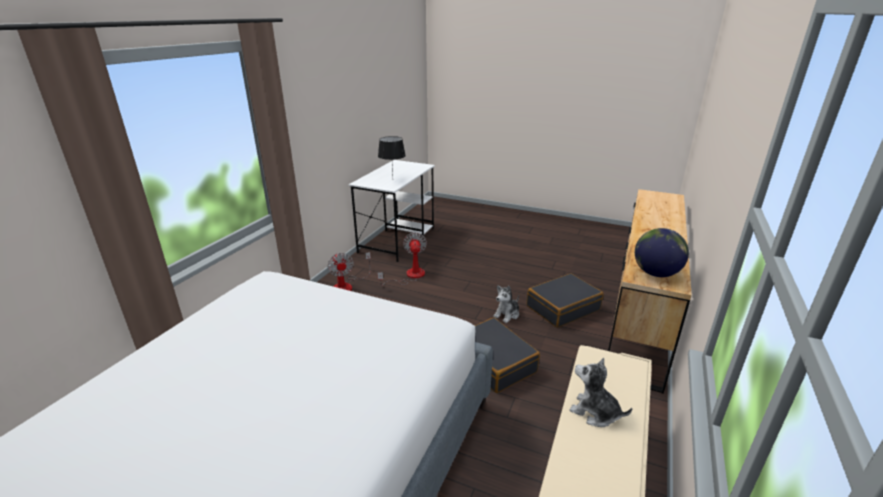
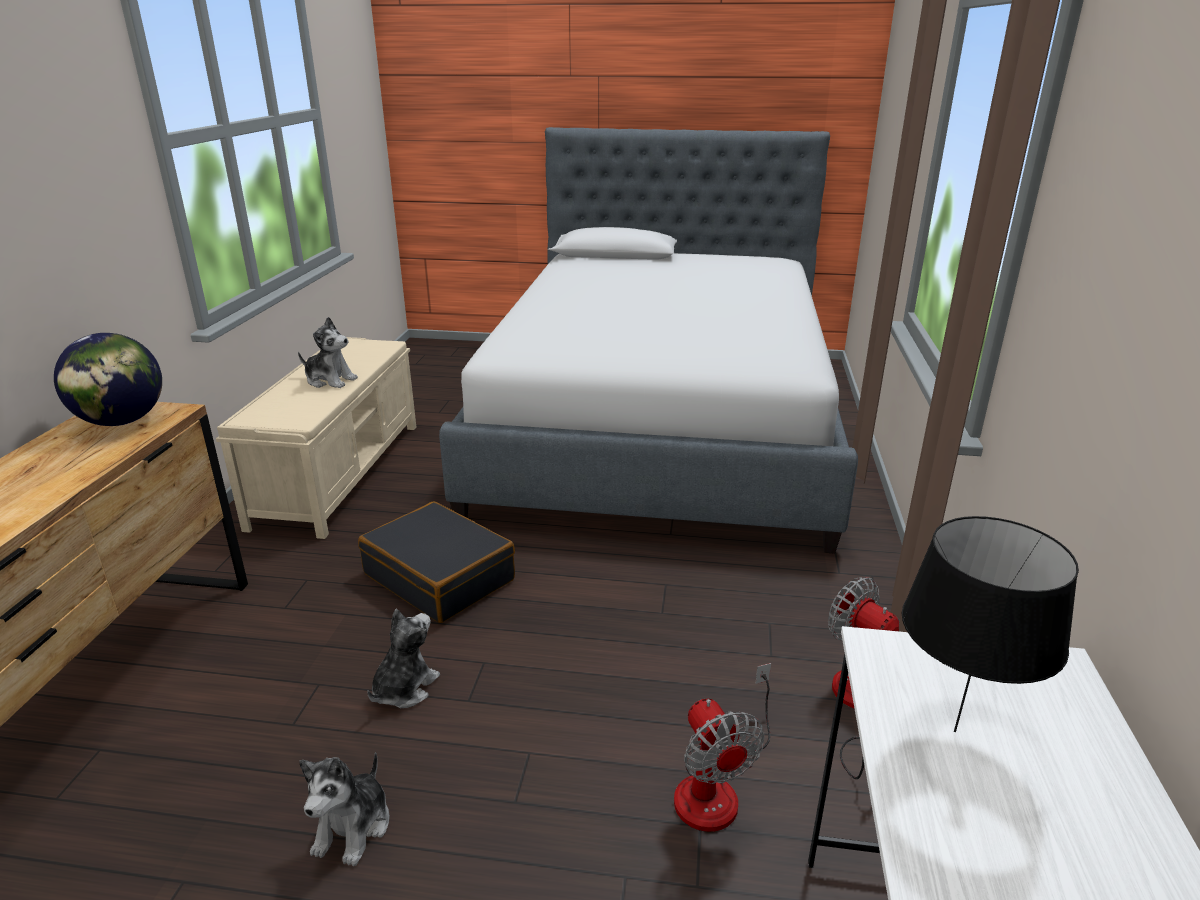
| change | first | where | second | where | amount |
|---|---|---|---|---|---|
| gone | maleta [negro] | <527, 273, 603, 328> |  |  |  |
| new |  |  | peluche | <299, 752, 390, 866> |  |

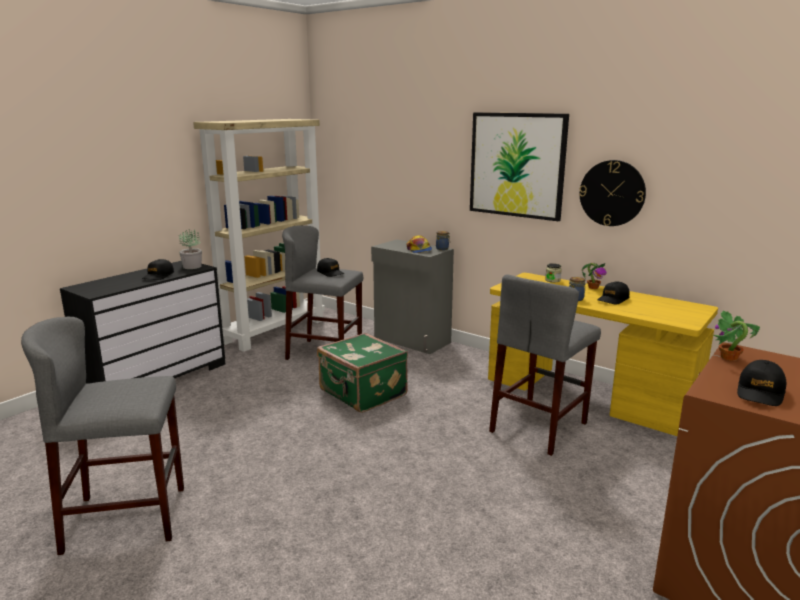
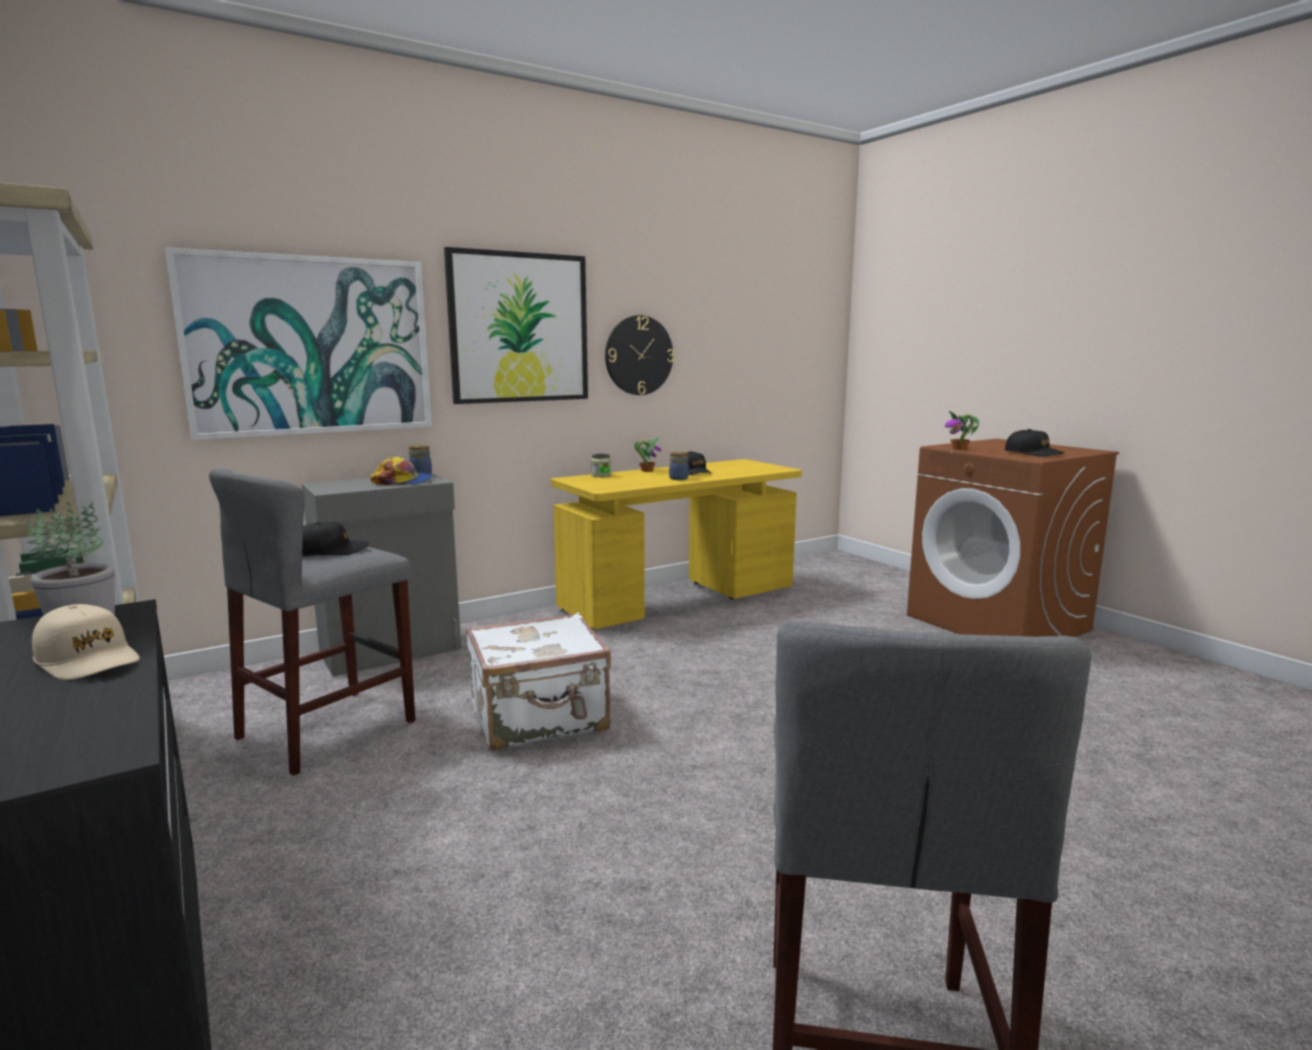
| change | first | where | second | where | amount |
|---|---|---|---|---|---|
| gone | taburete [gris] | <489, 274, 601, 456> |  |  |  |
| new |  |  | cuadro | <165, 248, 432, 440> |  |
| repainted | gorra [negro] | <142, 259, 174, 280> | gorra [beis] | <32, 604, 140, 680> |  |
| repainted | maleta [verde] | <317, 333, 408, 413> | maleta [blanco] | <466, 613, 611, 751> |  |

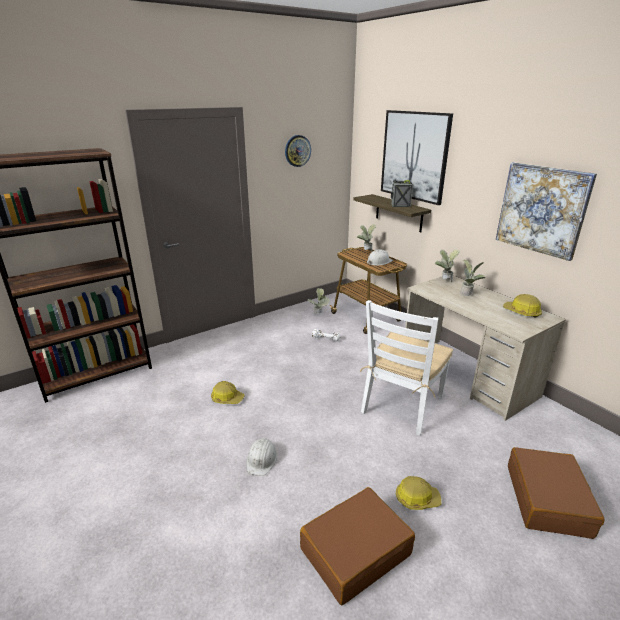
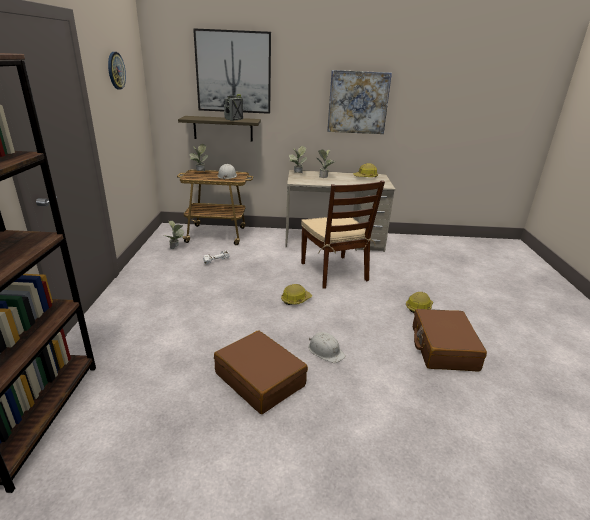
| change | first | where | second | where | amount |
|---|---|---|---|---|---|
| shifted | casco | <211, 381, 245, 404> |  | <281, 284, 312, 305> |  |
| shifted | maleta [marrón] | <508, 447, 604, 539> |  | <214, 330, 308, 414> |  |
| repainted | silla [blanco] | <360, 300, 453, 436> | silla [marrón] | <301, 180, 385, 289> |  |

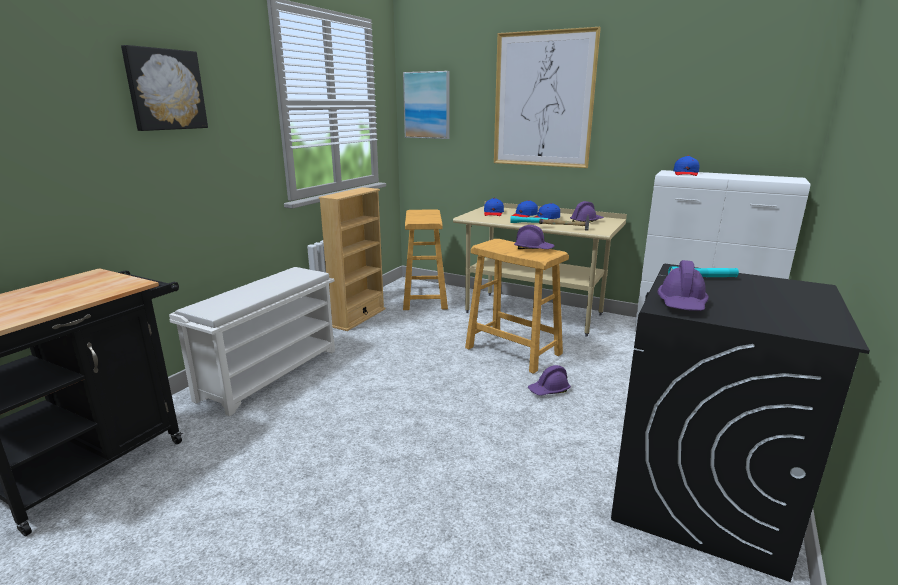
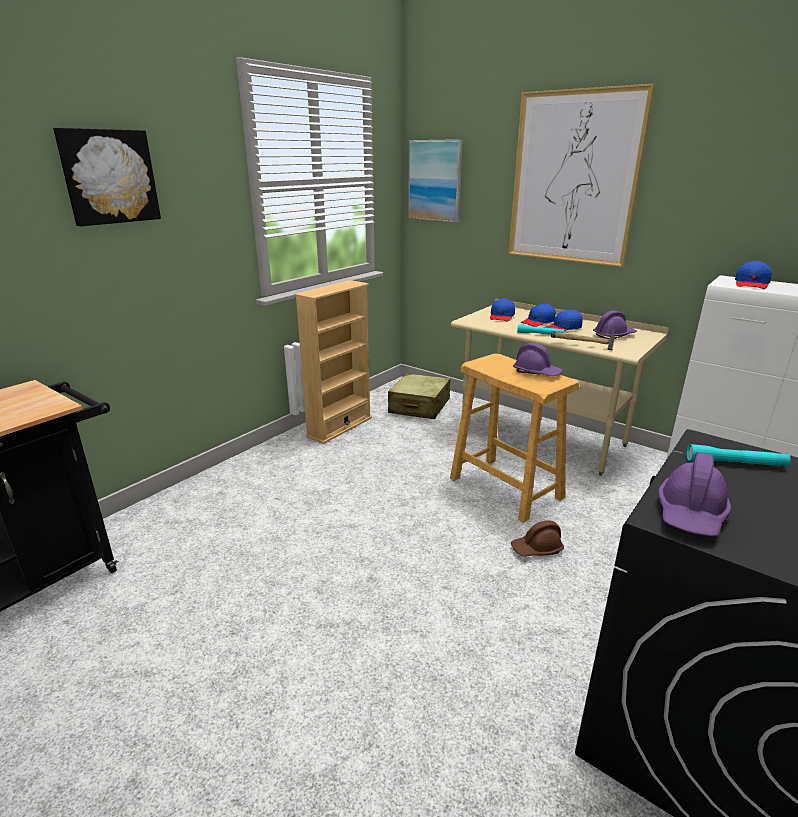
| change | first | where | second | where | amount |
|---|---|---|---|---|---|
| gone | zapatero [blanco] | <169, 267, 335, 416> |  |  |  |
| swapped | taburete [beis] | <403, 209, 448, 310> | maleta [beis] | <388, 373, 450, 419> |  |
| repainted | casco [morado] | <528, 365, 571, 396> | casco [marrón] | <511, 521, 564, 557> |  |

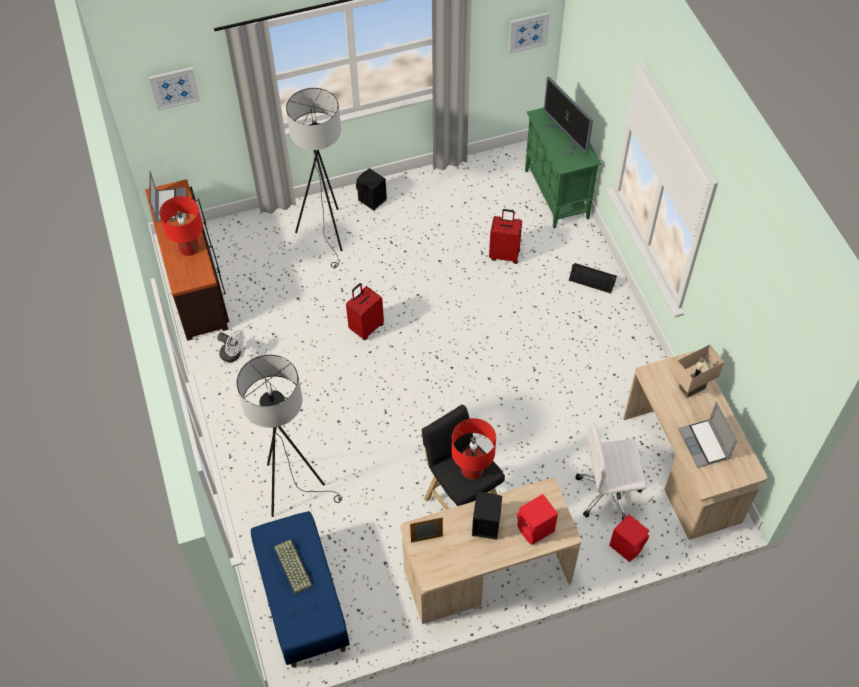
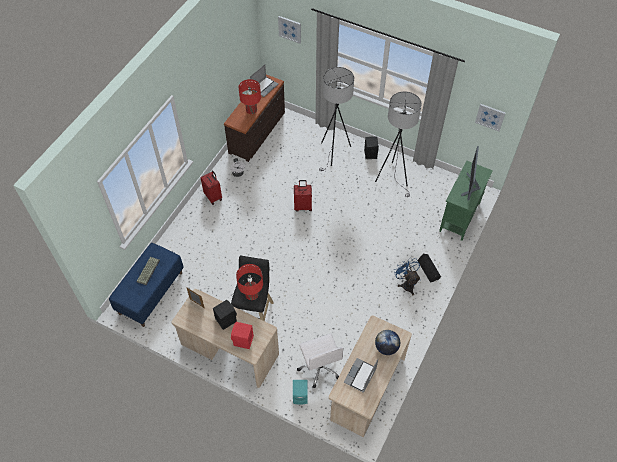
| change | first | where | second | where | amount |
|---|---|---|---|---|---|
| new |  |  | ventilador [azul] | <393, 258, 420, 295> |  |
| shifted | lámpara de pie [gris] | <236, 354, 342, 517> |  | <375, 91, 422, 197> |  |
| shifted | maleta [rojo] | <489, 209, 522, 264> |  | <200, 170, 222, 205> |  |
| swapped | lámpara de mesa [beis] | <674, 345, 724, 398> | globo terráqueo | <375, 330, 400, 355> |  |
| repainted | altavoz [rojo] | <609, 514, 649, 562> | altavoz [turquesa] | <293, 380, 308, 405> |  |
| rotated | silla de oficina [blanco] | <575, 421, 647, 520> |  | <297, 333, 344, 388> | 150 degrees counterclockwise |

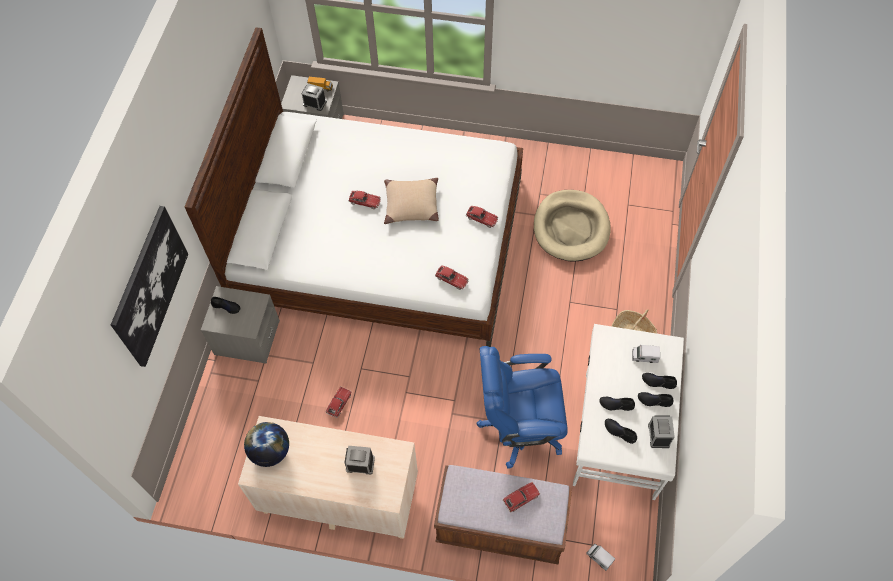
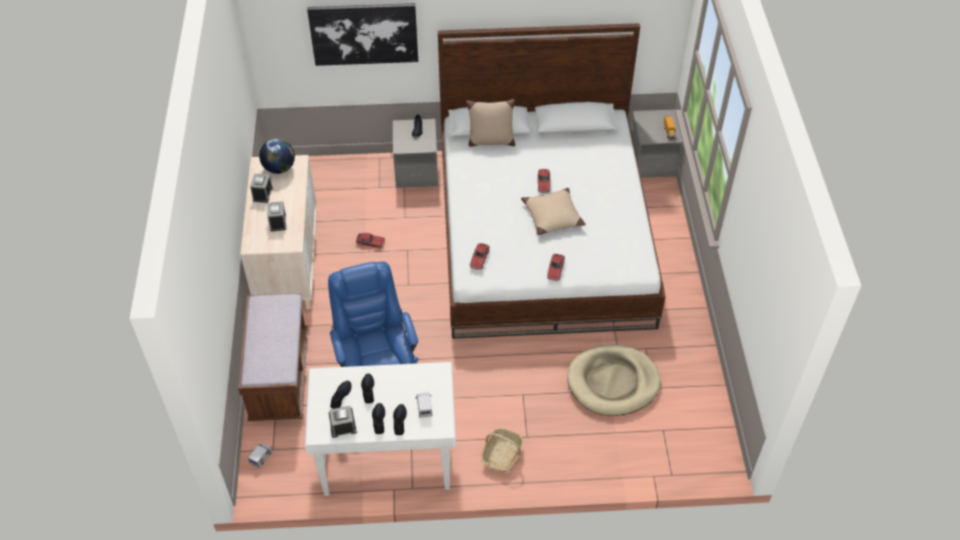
| change | first | where | second | where | amount |
|---|---|---|---|---|---|
| gone | coche de juguete | <502, 482, 540, 512> |  |  |  |
| new |  |  | cojín [beis] | <466, 99, 515, 147> |  |
| shifted | despertador | <301, 83, 327, 111> |  | <250, 174, 273, 203> |  |

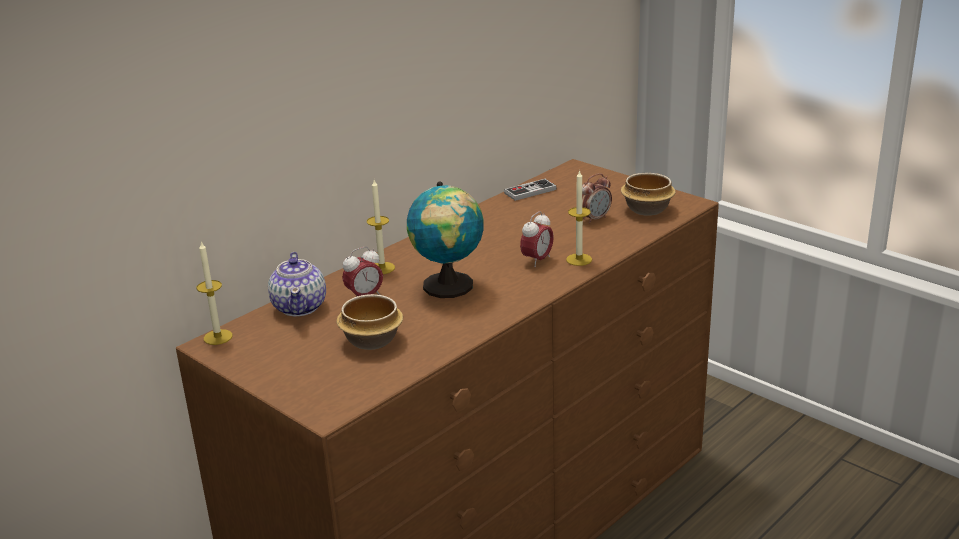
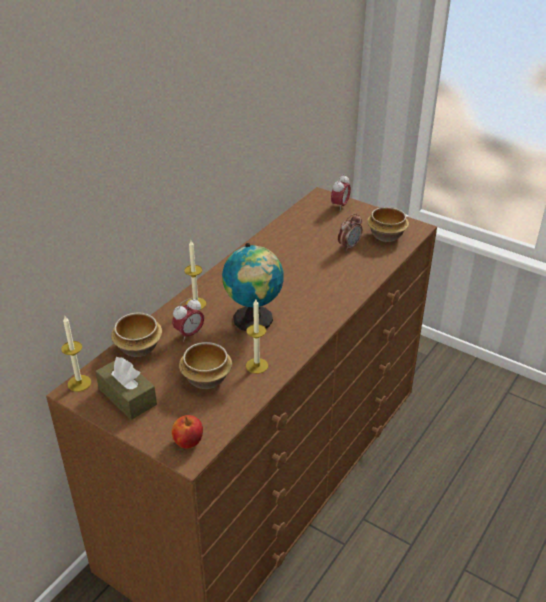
| change | first | where | second | where | amount |
|---|---|---|---|---|---|
| gone | mando de consola | <504, 179, 557, 201> |  |  |  |
| new |  |  | caja de pañuelos [marrón] | <95, 357, 157, 420> |  |
| new |  |  | manzana | <172, 415, 203, 448> |  |
| shifted | despertador | <520, 211, 554, 267> |  | <331, 174, 351, 211> |  |
| shifted | vela | <566, 170, 592, 266> |  | <246, 299, 268, 374> |  |
| swapped | tetera | <268, 252, 326, 316> | cuenco | <111, 312, 162, 357> |  |

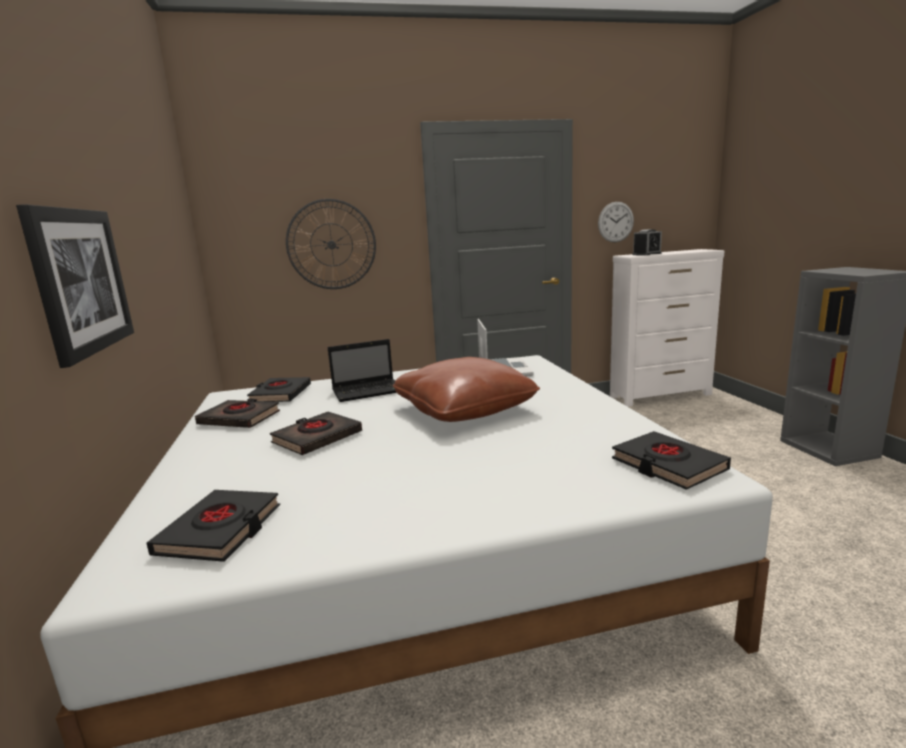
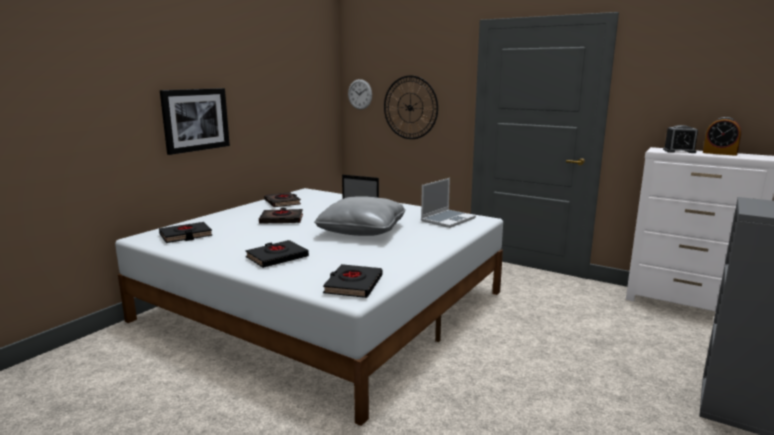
| change | first | where | second | where | amount |
|---|---|---|---|---|---|
| new |  |  | despertador | <703, 117, 741, 156> |  |
| shifted | libro [negro] | <247, 377, 311, 402> |  | <245, 240, 309, 268> |  |
| shifted | reloj de pared | <598, 202, 634, 242> |  | <348, 79, 372, 110> |  |
| repainted | cojín [marrón] | <393, 357, 540, 422> | cojín [gris] | <314, 196, 406, 236> |  |

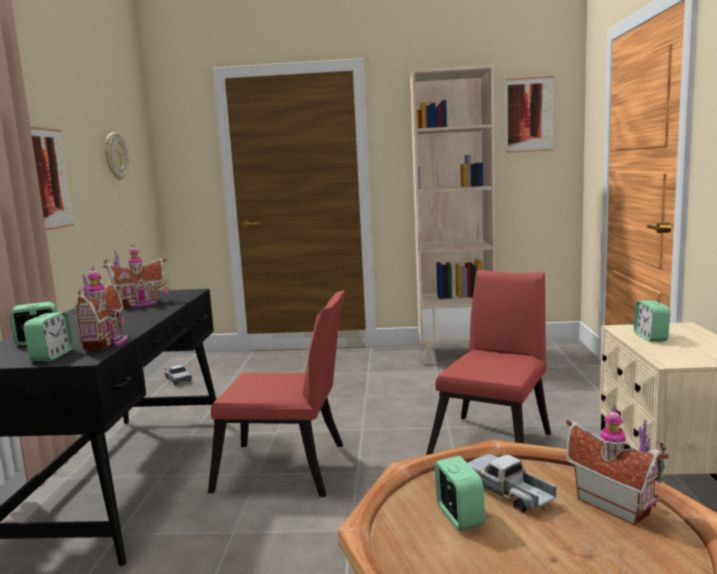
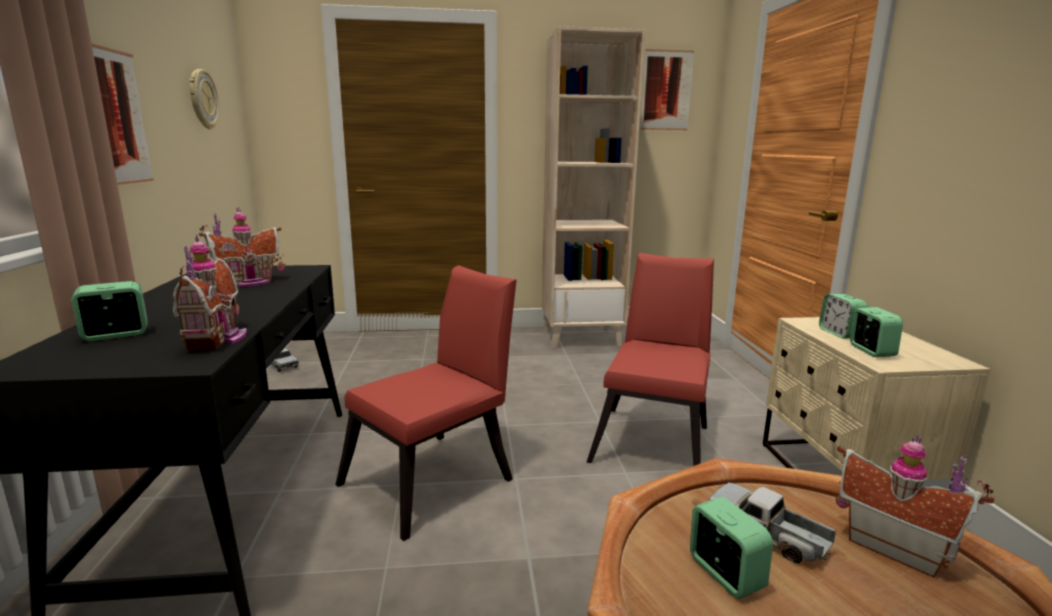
| change | first | where | second | where | amount |
|---|---|---|---|---|---|
| shifted | despertador | <23, 312, 73, 361> |  | <850, 307, 903, 357> |  |
| rotated | silla [rojo] | <208, 291, 344, 497> |  | <335, 266, 517, 541> | 45 degrees counterclockwise |

